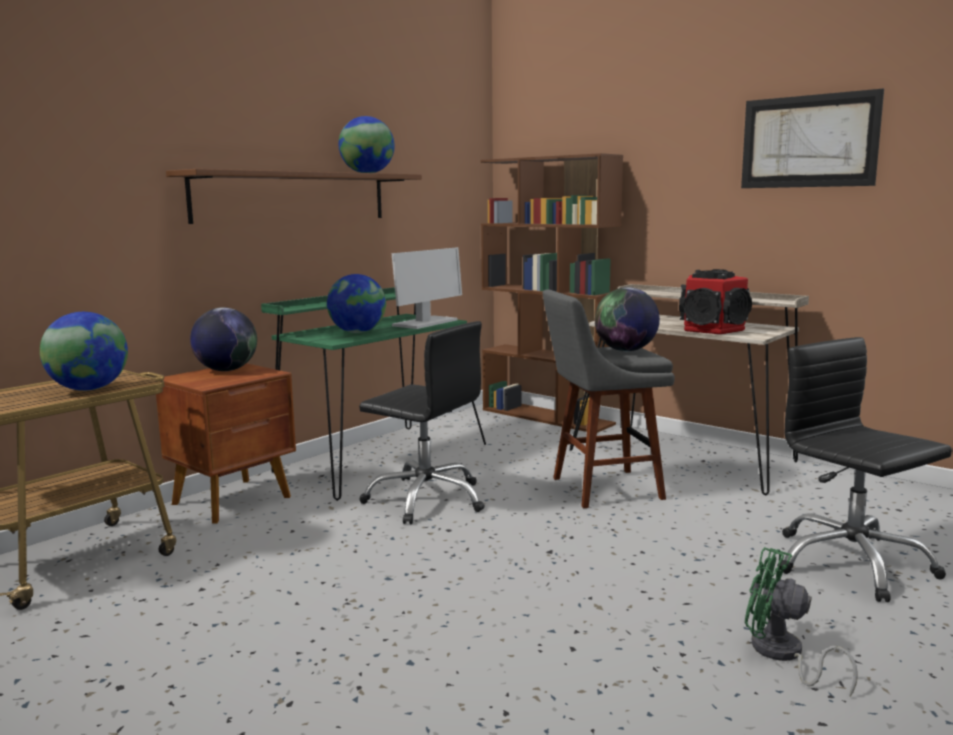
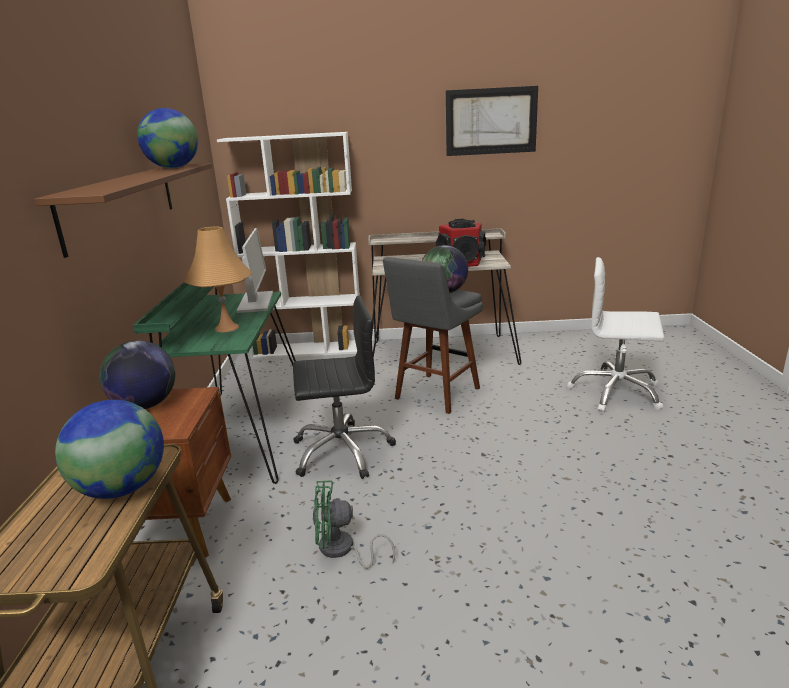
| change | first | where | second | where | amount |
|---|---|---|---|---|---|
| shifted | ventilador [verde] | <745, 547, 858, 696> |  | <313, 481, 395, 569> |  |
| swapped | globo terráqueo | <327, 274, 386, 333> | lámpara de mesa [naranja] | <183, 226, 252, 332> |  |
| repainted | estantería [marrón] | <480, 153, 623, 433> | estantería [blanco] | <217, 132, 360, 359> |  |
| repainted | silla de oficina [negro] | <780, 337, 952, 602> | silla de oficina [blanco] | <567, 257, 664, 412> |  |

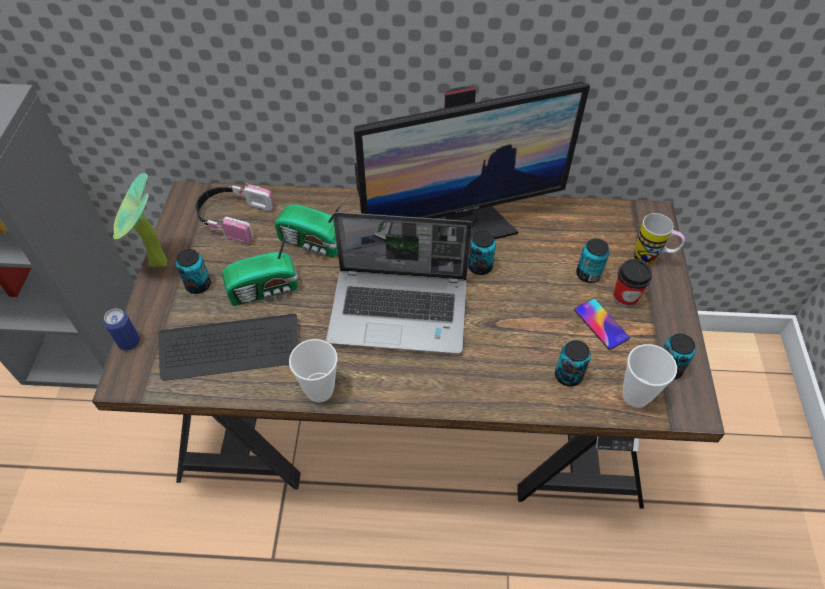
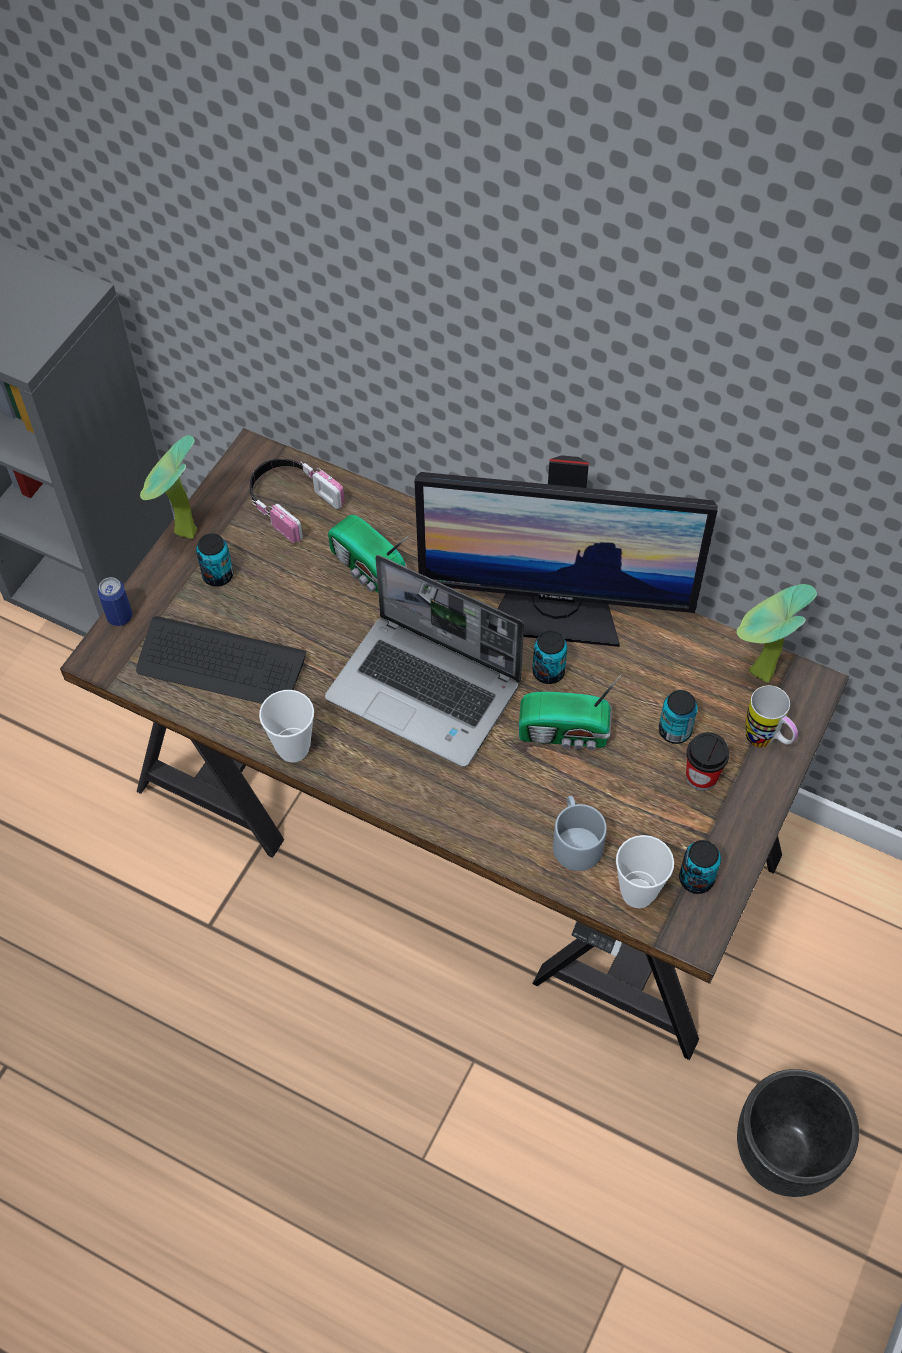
| change | first | where | second | where | amount |
|---|---|---|---|---|---|
| gone | móvil | <574, 299, 630, 350> |  |  |  |
| new |  |  | planta en maceta | <737, 584, 817, 683> |  |
| new |  |  | maceta [negro] | <737, 1069, 859, 1197> |  |
| shifted | radio | <222, 225, 298, 306> |  | <519, 674, 622, 751> |  |
| swapped | lata | <555, 340, 591, 387> | taza grande [gris] | <553, 795, 607, 871> |  |

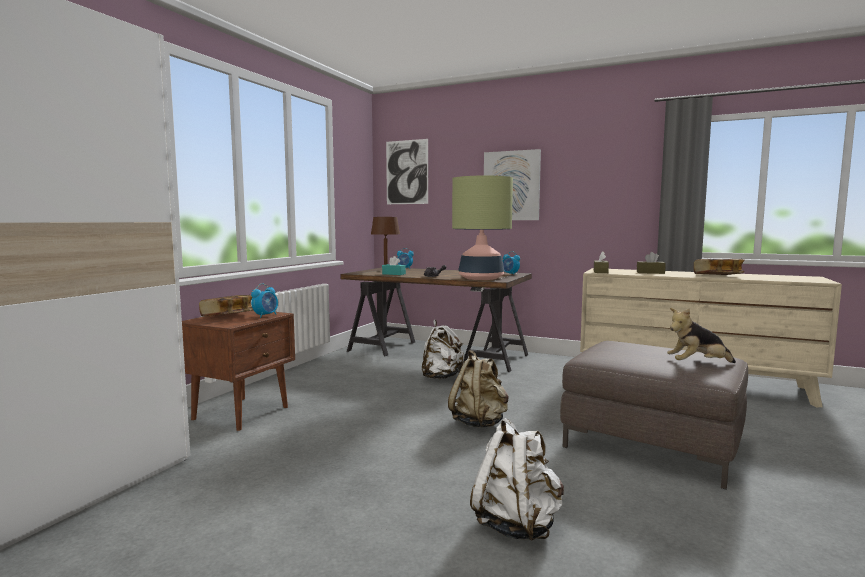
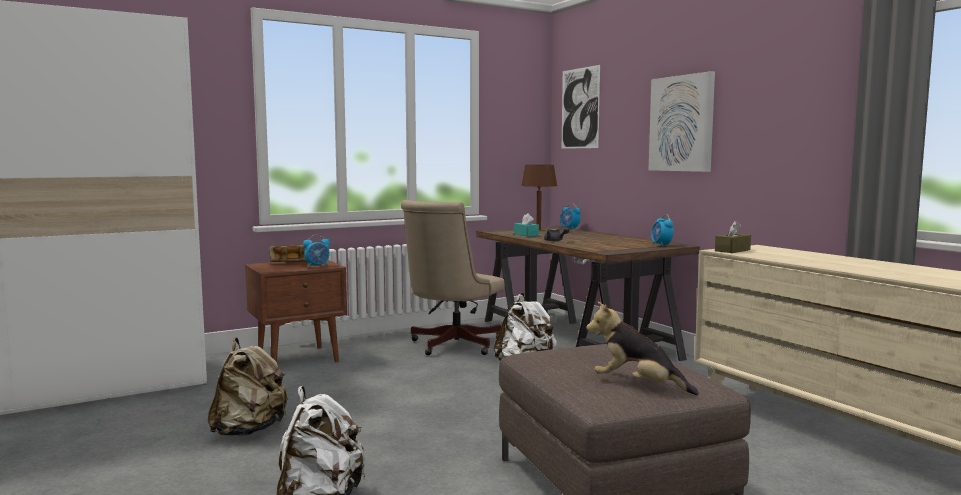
| change | first | where | second | where | amount |
|---|---|---|---|---|---|
| gone | lámpara de mesa | <452, 176, 513, 280> |  |  |  |
| gone | caja de pañuelos [marrón] | <637, 252, 666, 274> |  |  |  |
| gone | libro | <694, 259, 745, 275> |  |  |  |
| new |  |  | silla de oficina [beis] | <401, 200, 505, 355> |  |
| shifted | mochila [beis] | <448, 350, 509, 427> |  | <208, 338, 288, 436> |  |

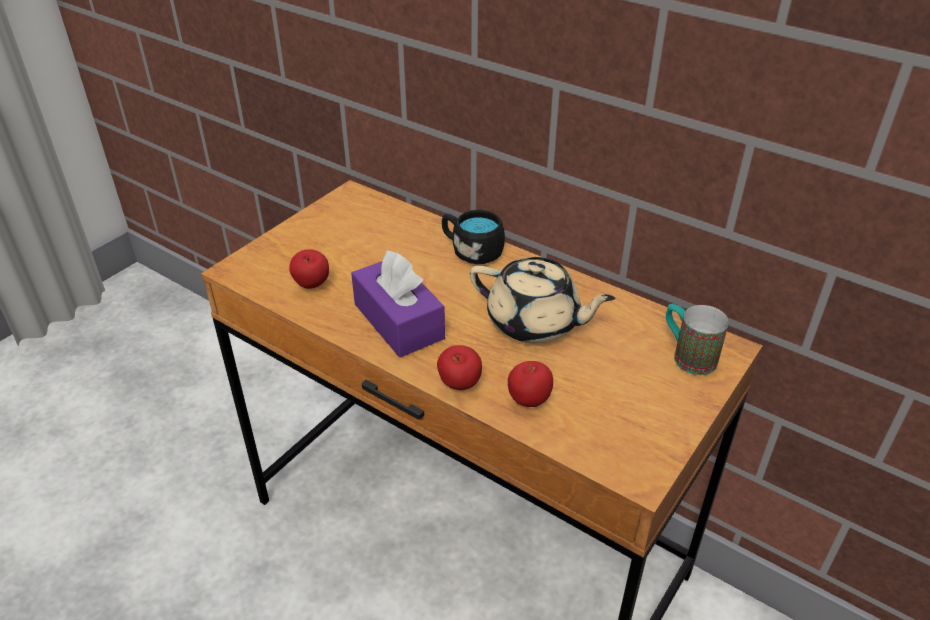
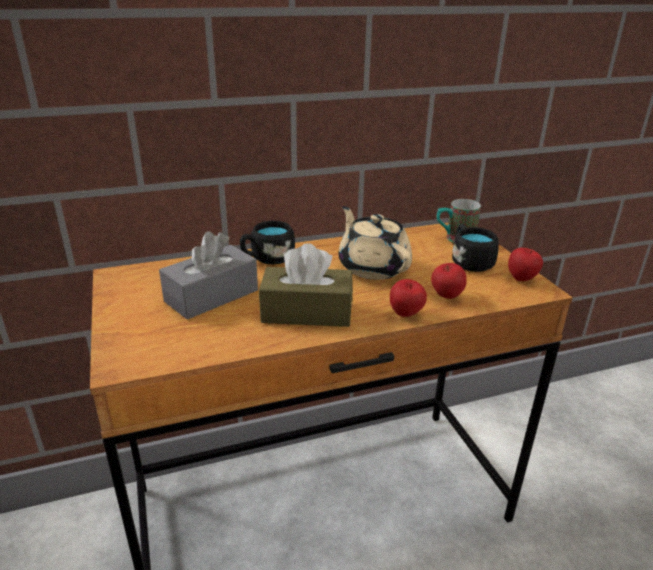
| change | first | where | second | where | amount |
|---|---|---|---|---|---|
| new |  |  | caja de pañuelos [gris] | <159, 231, 258, 320> |  |
| new |  |  | taza grande [negro] | <452, 224, 499, 272> |  |
| shifted | manzana | <289, 249, 329, 289> |  | <508, 248, 543, 281> |  |
| repainted | caja de pañuelos [morado] | <351, 250, 445, 358> | caja de pañuelos [marrón] | <259, 243, 353, 327> |  |
| rotated | tetera [beis] | <470, 257, 615, 343> |  | <338, 206, 412, 280> | 90 degrees counterclockwise |

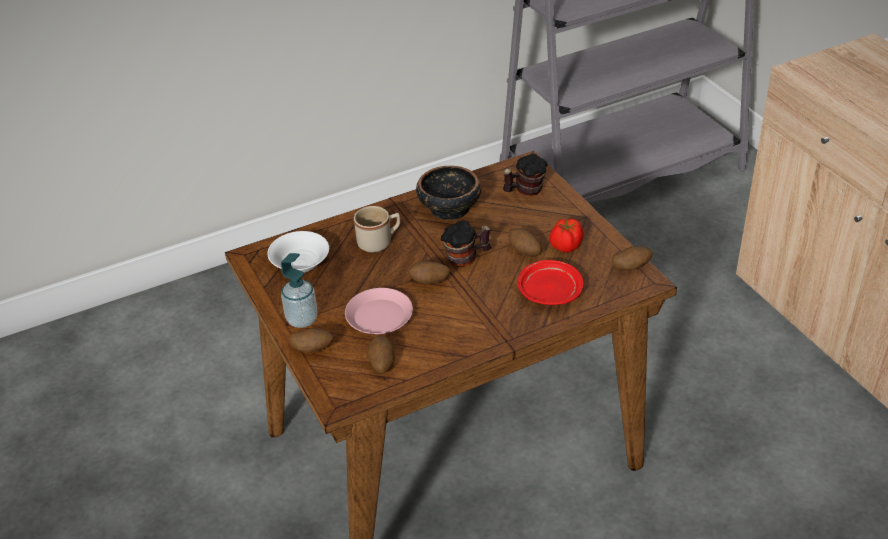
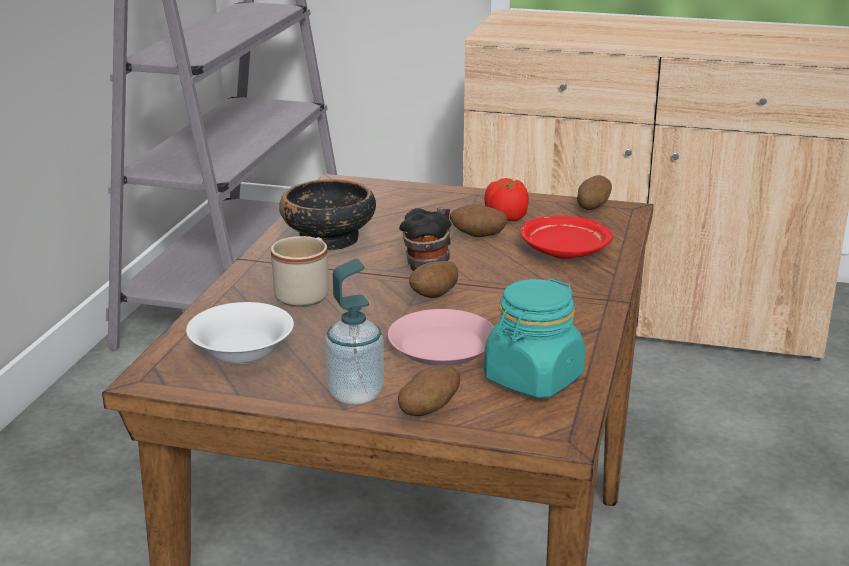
| change | first | where | second | where | amount |
|---|---|---|---|---|---|
| gone | taza grande | <503, 153, 548, 196> |  |  |  |
| swapped | patata | <367, 335, 395, 374> | tarro [turquesa] | <484, 279, 585, 398> |  |

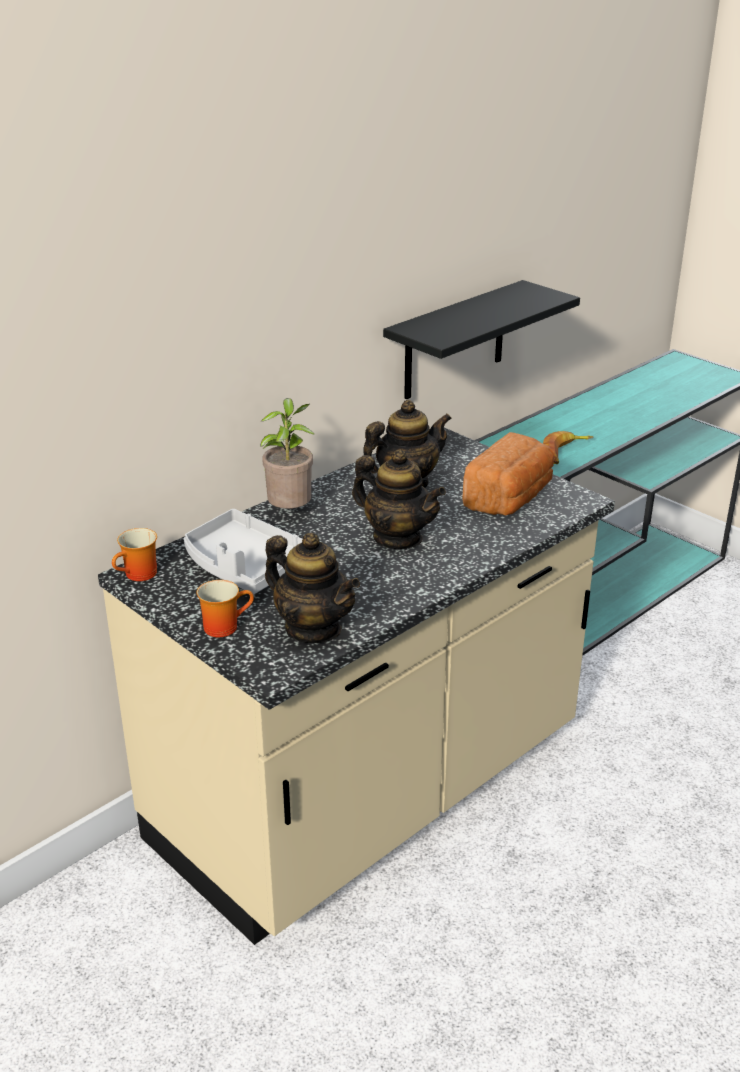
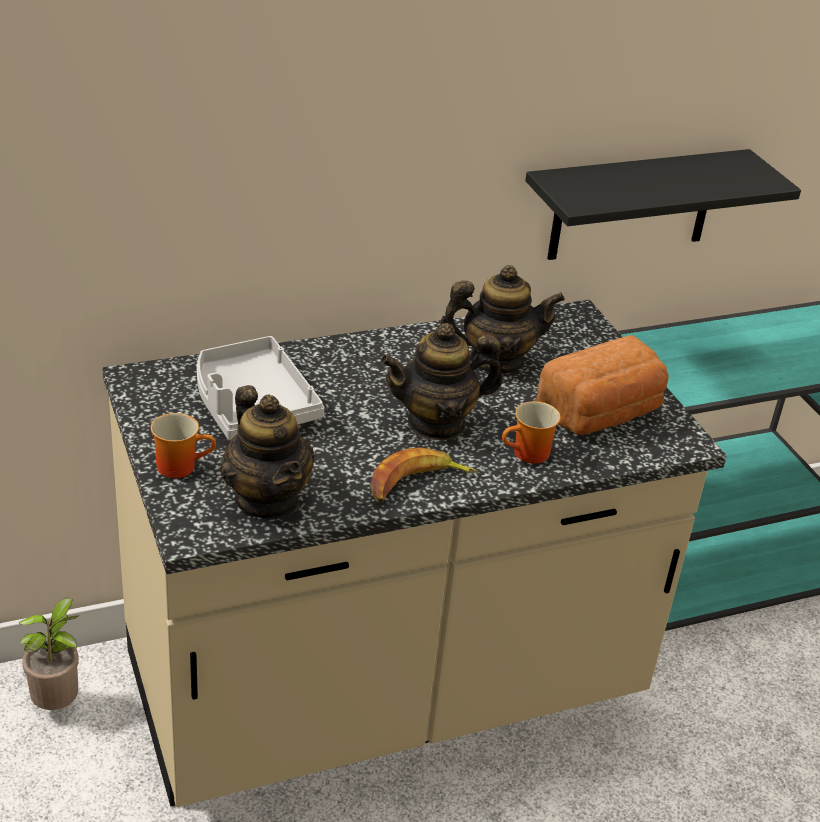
| change | first | where | second | where | amount |
|---|---|---|---|---|---|
| shifted | taza grande | <112, 528, 157, 581> |  | <502, 401, 561, 464> |  |
| shifted | planta en maceta | <260, 398, 315, 509> |  | <18, 598, 79, 710> |  |
| shifted | plátano | <543, 431, 593, 464> |  | <370, 447, 478, 502> |  |
| rotated | tetera | <352, 450, 446, 549> |  | <380, 323, 503, 441> | 105 degrees clockwise |

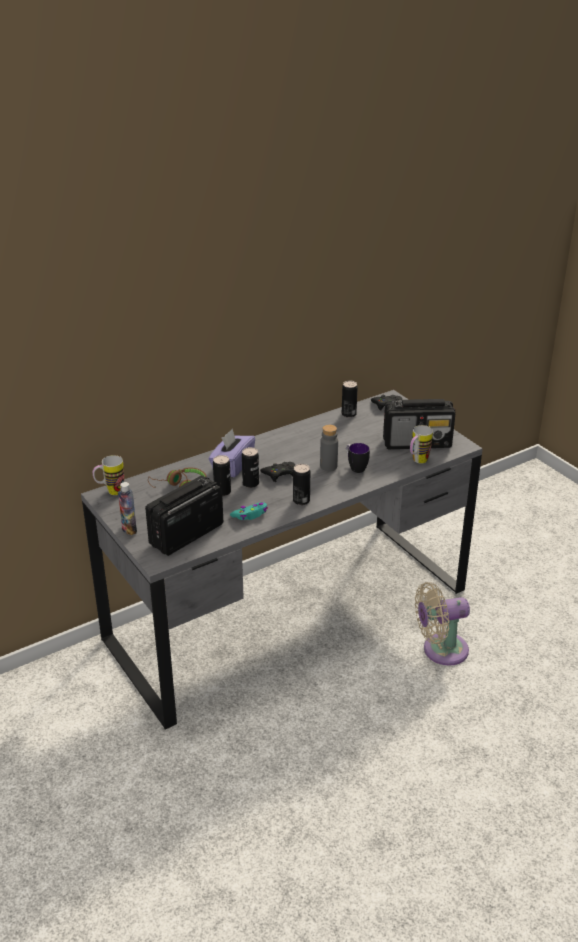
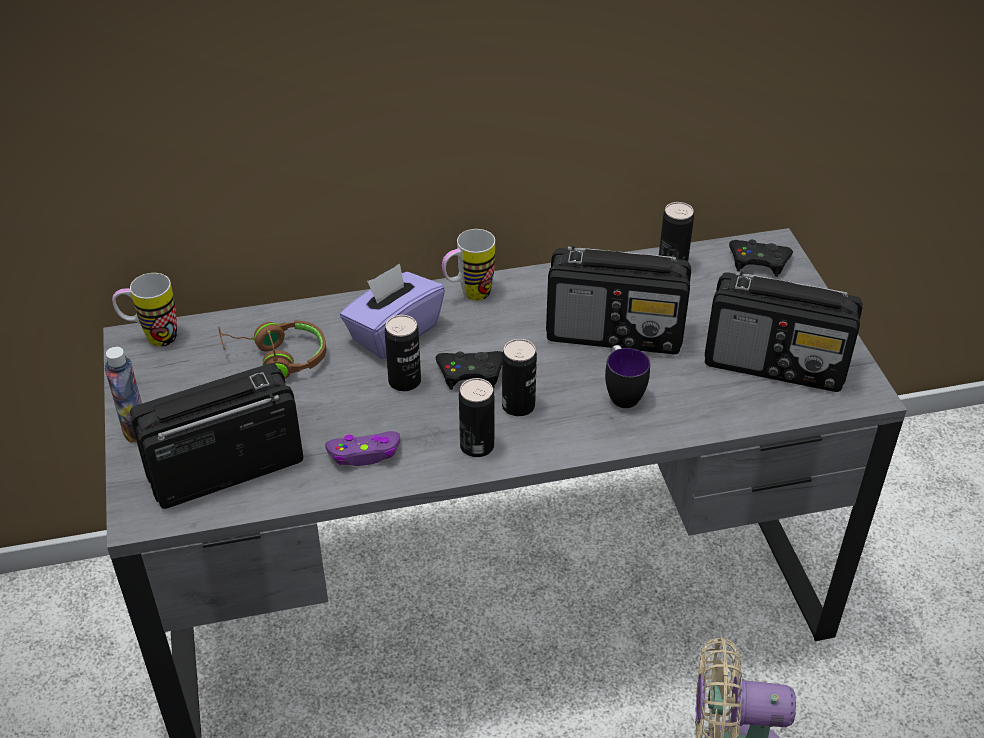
| change | first | where | second | where | amount |
|---|---|---|---|---|---|
| gone | botella [gris] | <320, 425, 338, 471> |  |  |  |
| new |  |  | radio | <546, 245, 691, 354> |  |
| shifted | lata | <213, 455, 231, 496> |  | <502, 339, 537, 416> |  |
| shifted | taza grande | <410, 425, 433, 464> |  | <442, 229, 495, 301> |  |
| repainted | mando de consola [turquesa] | <230, 502, 268, 520> | mando de consola [morado] | <325, 431, 400, 466> |  |

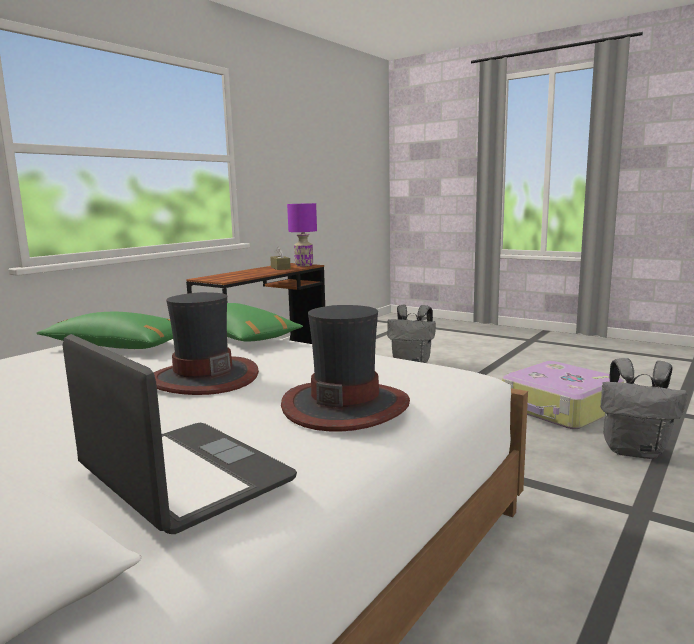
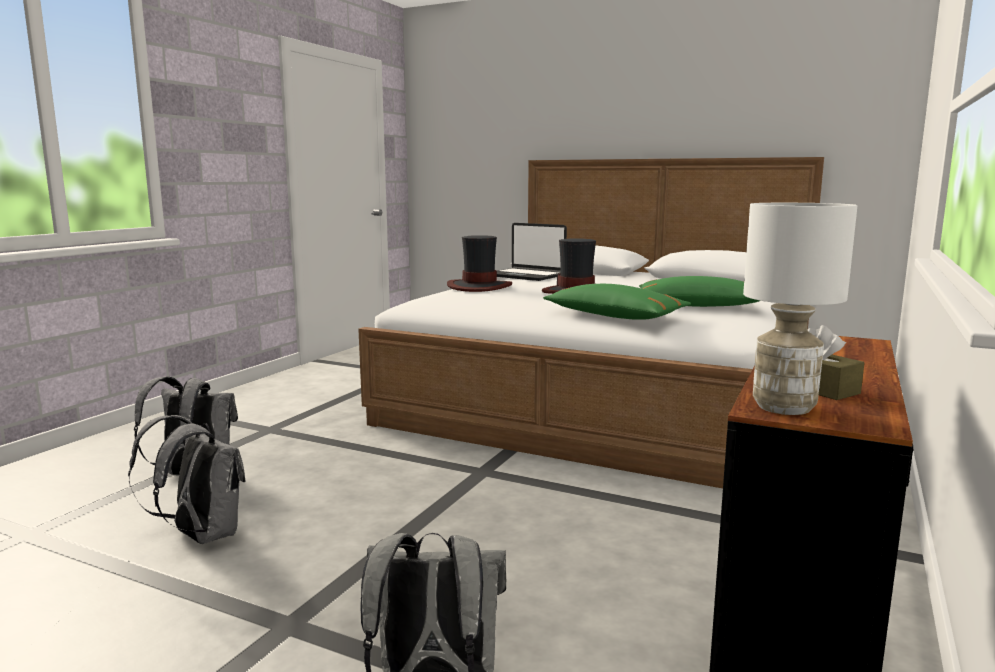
| change | first | where | second | where | amount |
|---|---|---|---|---|---|
| swapped | maleta | <502, 361, 624, 429> | mochila [gris] | <128, 415, 246, 544> |  |
| repainted | lámpara de mesa [morado] | <287, 203, 317, 267> | lámpara de mesa [blanco] | <743, 203, 857, 415> |  |

